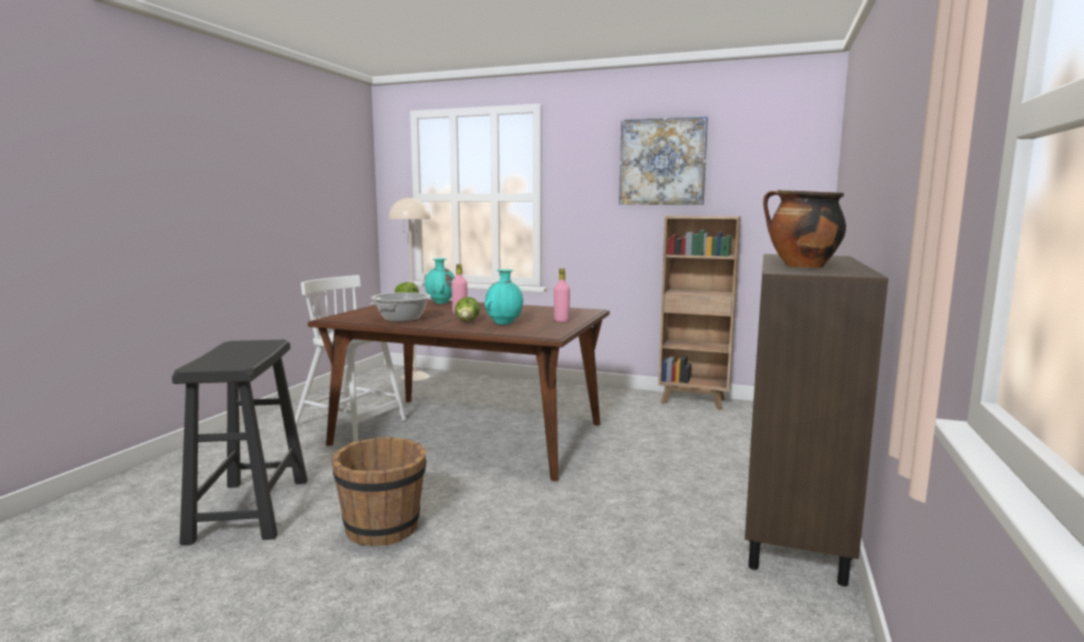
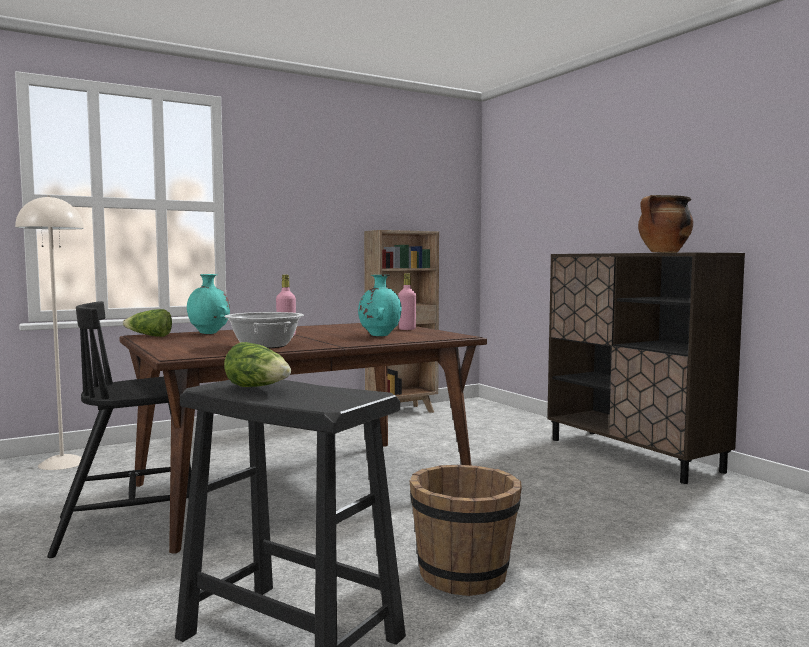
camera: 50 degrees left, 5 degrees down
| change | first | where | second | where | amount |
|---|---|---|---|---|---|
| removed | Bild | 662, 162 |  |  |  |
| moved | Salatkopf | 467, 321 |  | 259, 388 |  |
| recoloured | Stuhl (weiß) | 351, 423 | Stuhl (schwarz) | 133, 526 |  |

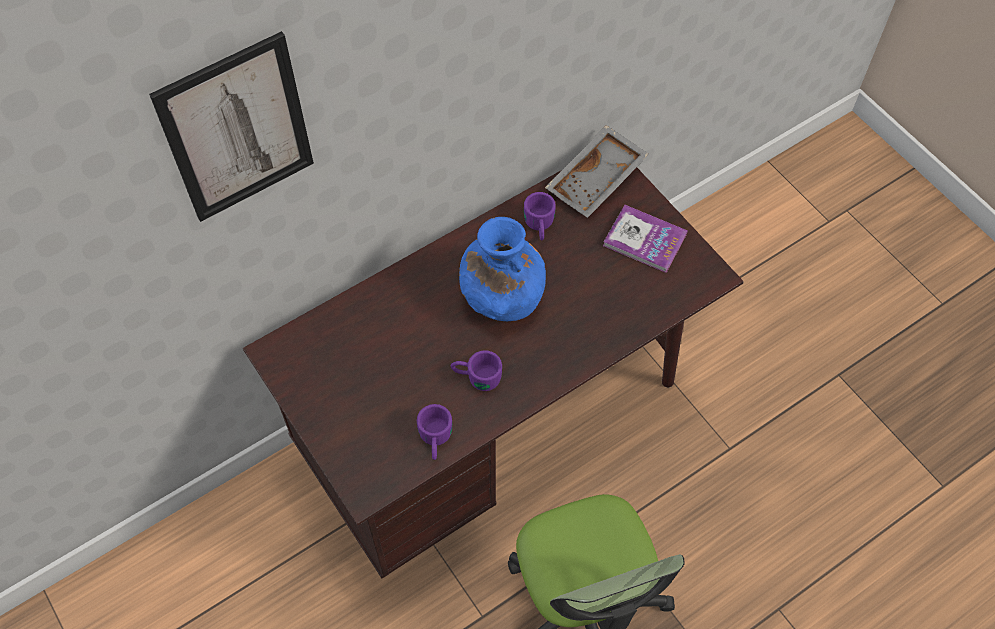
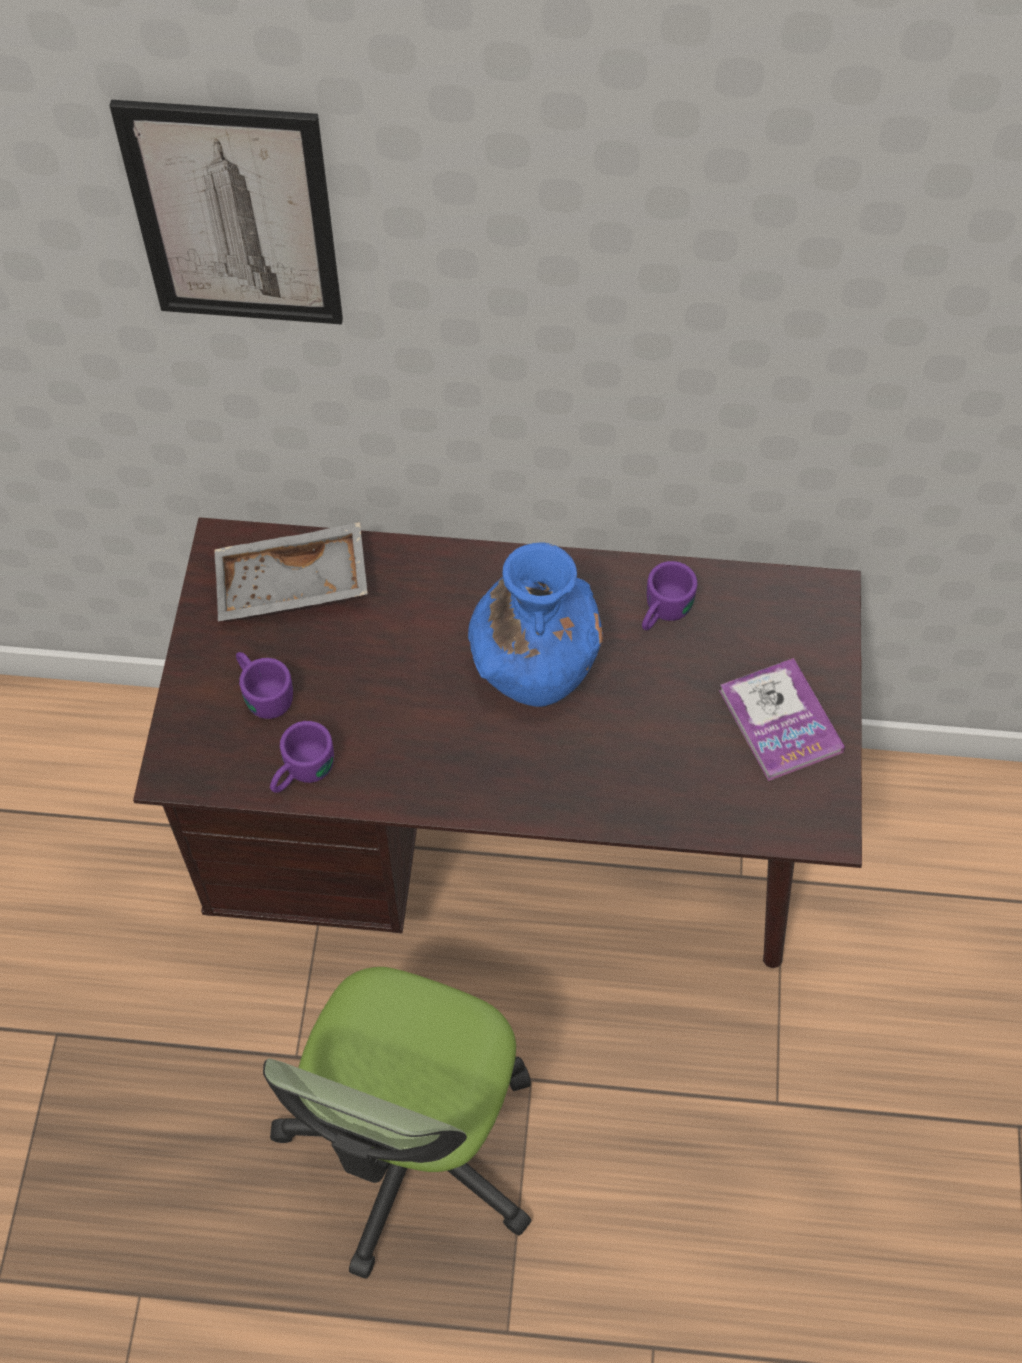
camera: 40 degrees right, 0 degrees up
| change | first | where | second | where | amount |
|---|---|---|---|---|---|
| moved | Henkelbecher (lila) | 476, 377 |  | 262, 692 |  |
| moved | Tablett (grau) | 597, 180 |  | 292, 587 |  |

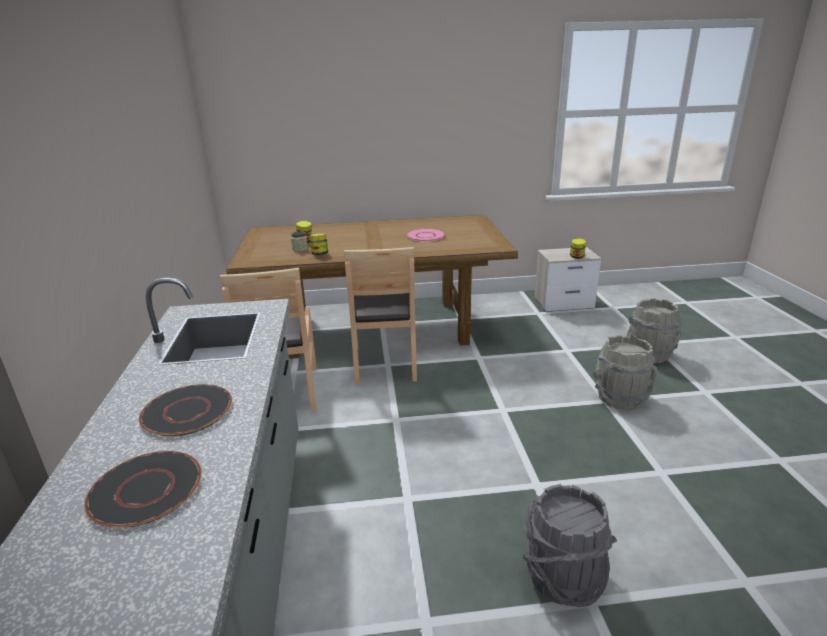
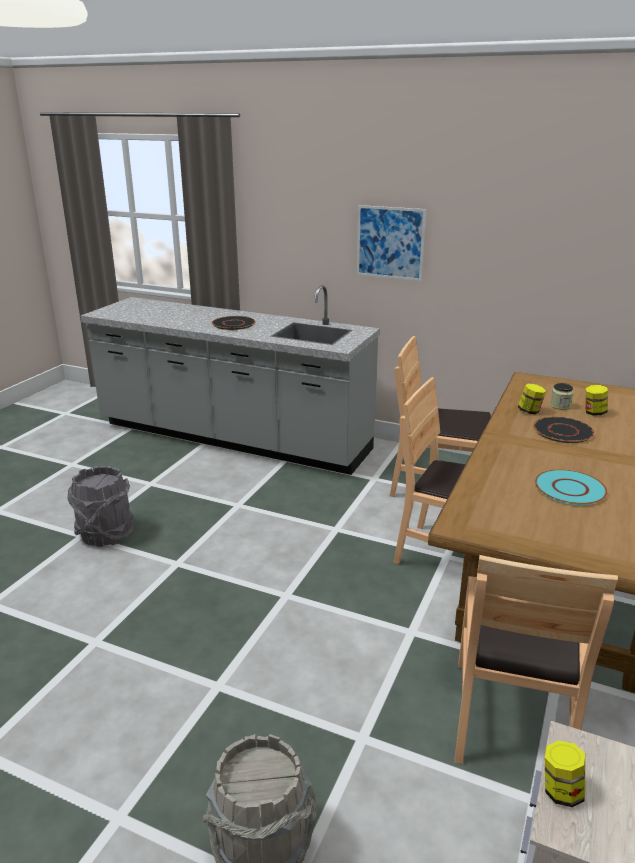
camera: 120 degrees right, 0 degrees up
| change | first | where | second | where | amount |
|---|---|---|---|---|---|
| removed | Eimer (grau) | 620, 398 |  |  |  |
| added |  |  | Bild | 390, 243 |  |
| added |  |  | Stuhl (braun) | 511, 718 |  |
| moved | Teller (schwarz) | 145, 489 |  | 563, 431 |  |
| recoloured | Teller (rosa) | 425, 236 | Teller (türkis) | 569, 488 |  |

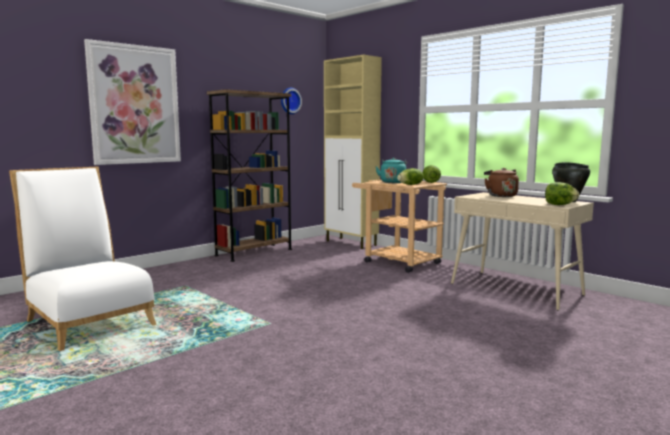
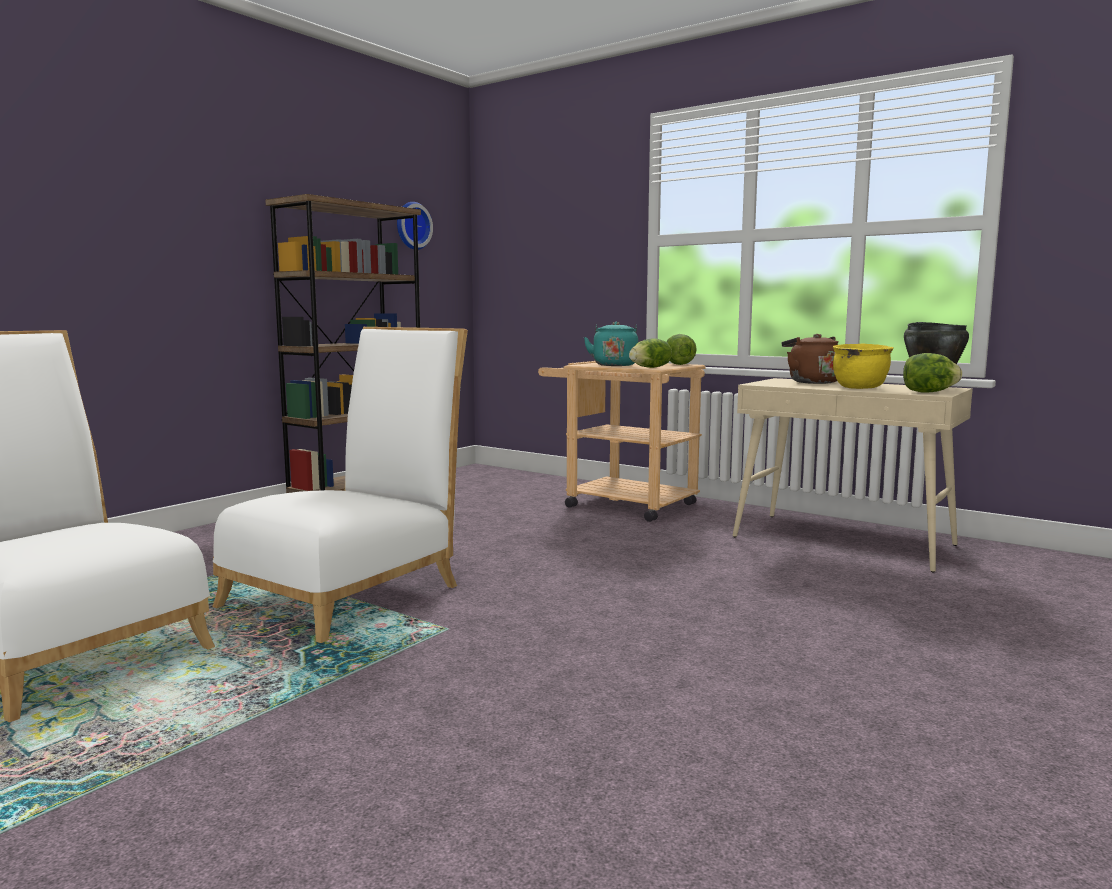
camera: 10 degrees left, 0 degrees up
| change | first | where | second | where | amount |
|---|---|---|---|---|---|
| removed | Bild | 135, 105 |  |  |  |
| removed | Schrank (beige) | 351, 243 |  |  |  |
| added |  |  | Stuhl (weiß) | 352, 592 |  |
| added |  |  | Kochtopf (gelb) | 860, 388 |  |

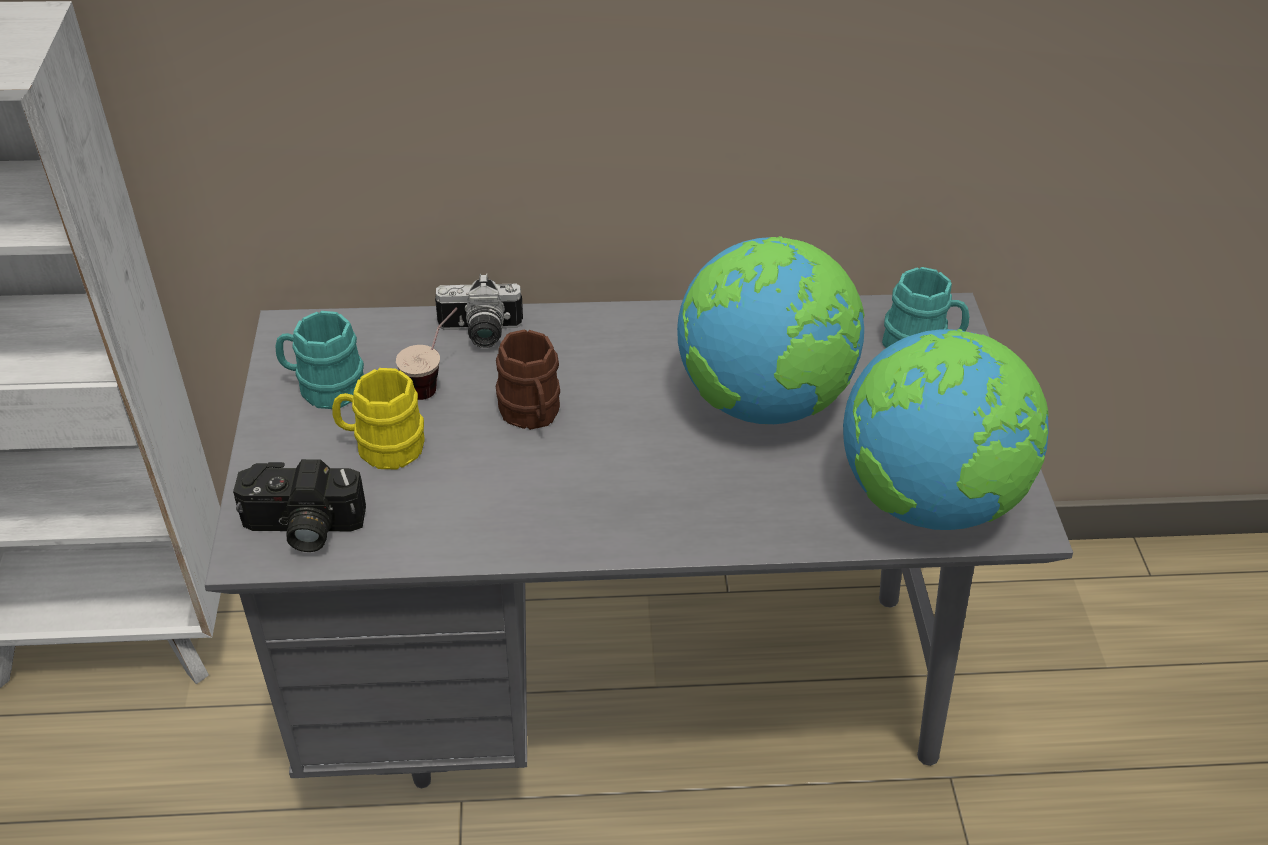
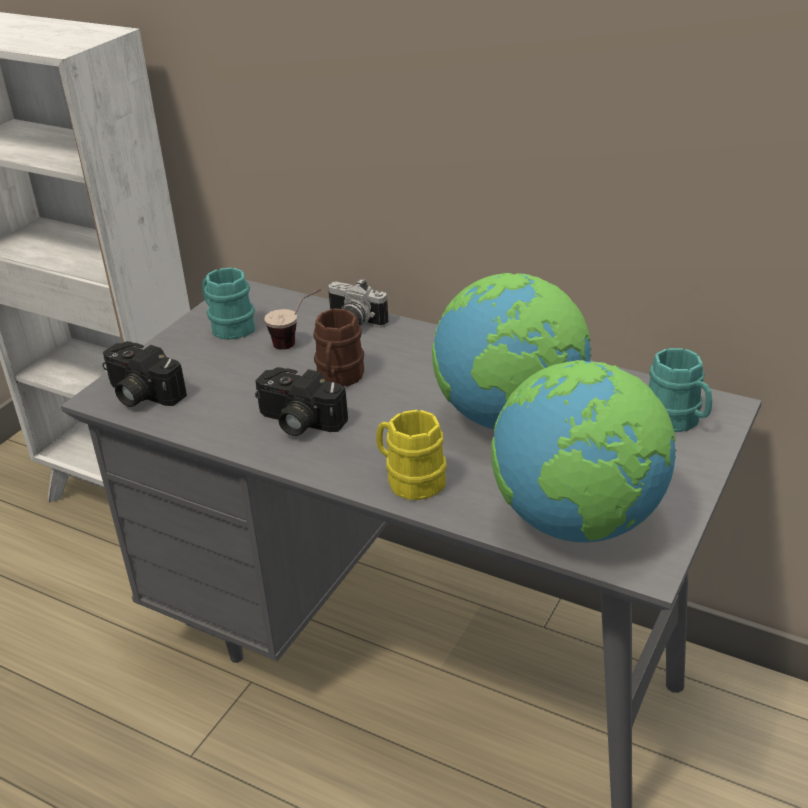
camera: 35 degrees right, 10 degrees down
| change | first | where | second | where | amount |
|---|---|---|---|---|---|
| added |  |  | Kamera | 298, 422 |  |
| moved | Henkelbecher (gelb) | 382, 447 |  | 409, 480 |  |

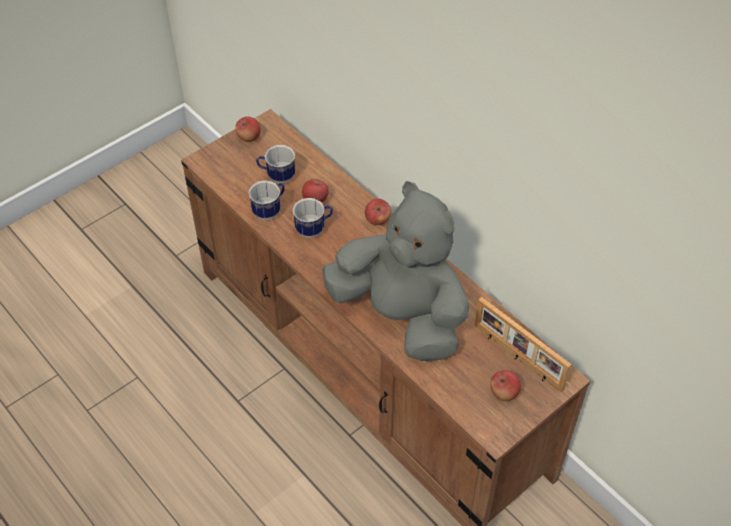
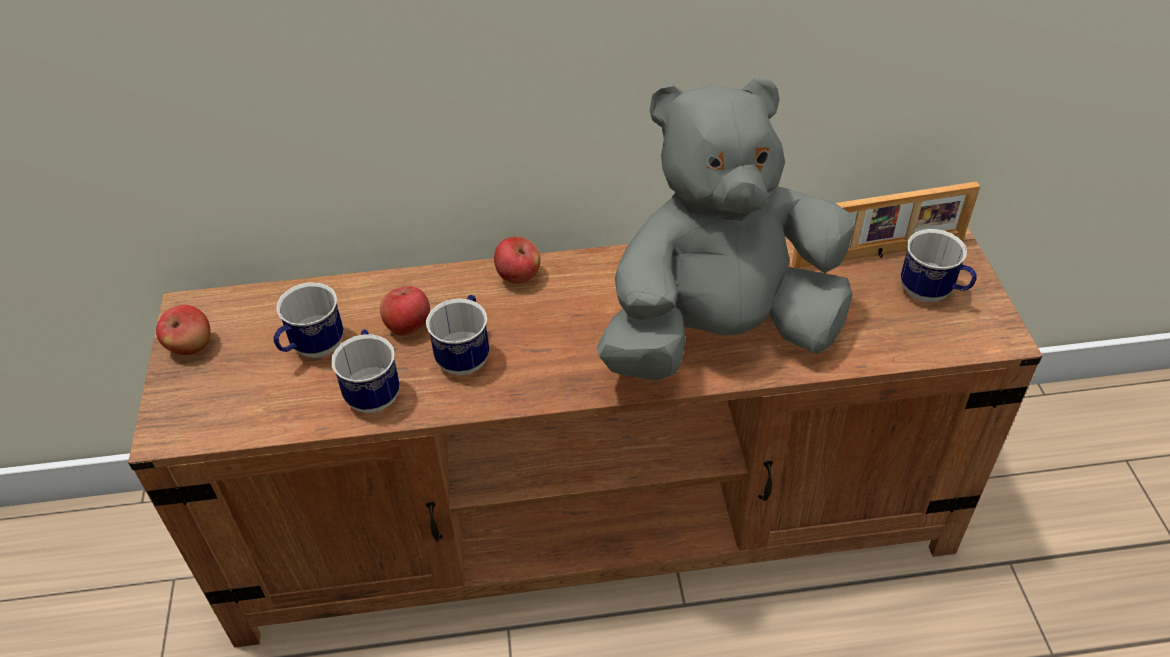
camera: 55 degrees left, 5 degrees down
| change | first | where | second | where | amount |
|---|---|---|---|---|---|
| replaced | Apfel | 504, 393 | Henkelbecher | 932, 294 |  |

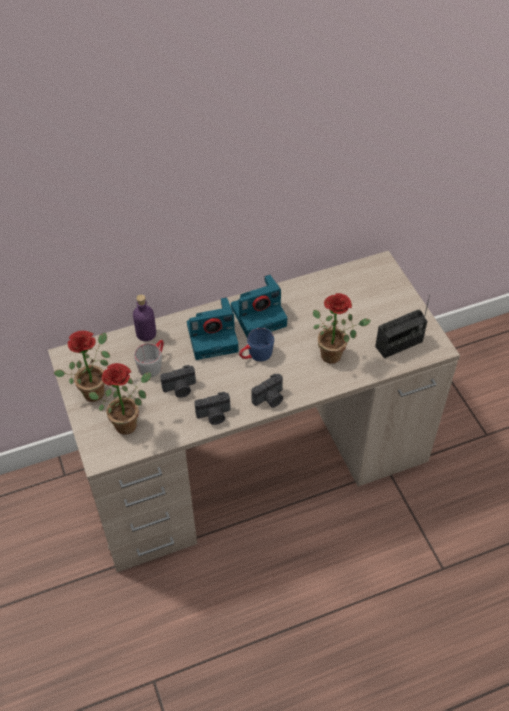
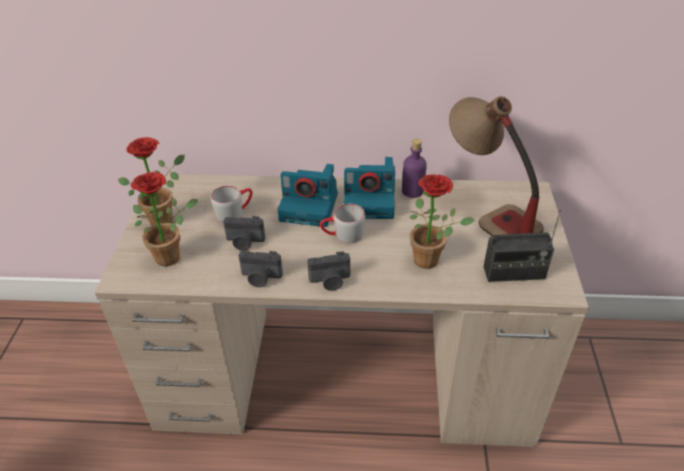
camera: 25 degrees right, 10 degrees down
| change | first | where | second | where | amount |
|---|---|---|---|---|---|
| added |  |  | Tischlampe | 487, 212 |  |
| moved | Flasche (lila) | 146, 333 |  | 412, 191 |  |
| recoloured | Henkelbecher (blau) | 255, 355 | Henkelbecher (grau) | 342, 235 |  |

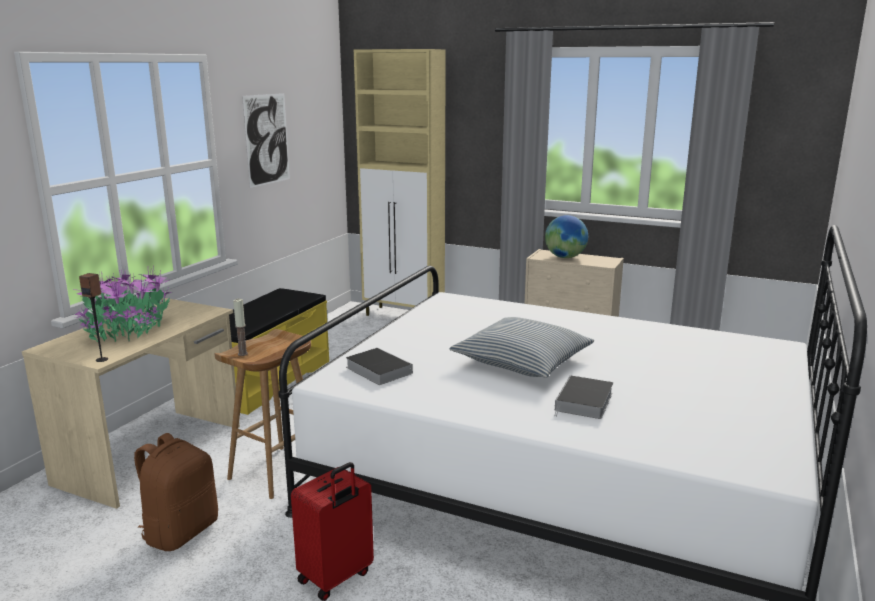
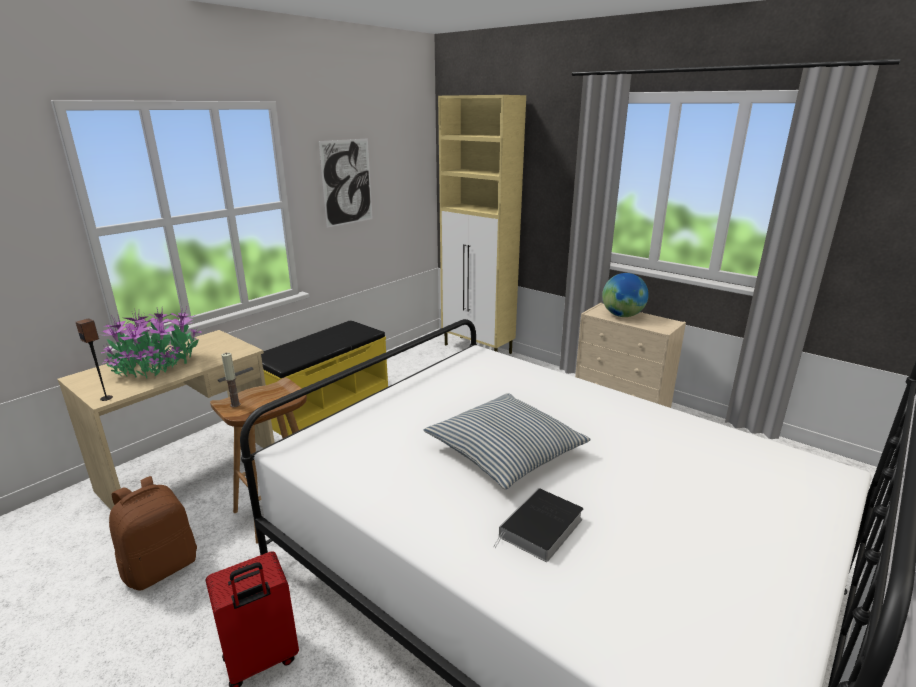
camera: 15 degrees right, 5 degrees up
| change | first | where | second | where | amount |
|---|---|---|---|---|---|
| removed | Buch | 377, 370 |  |  |  |

